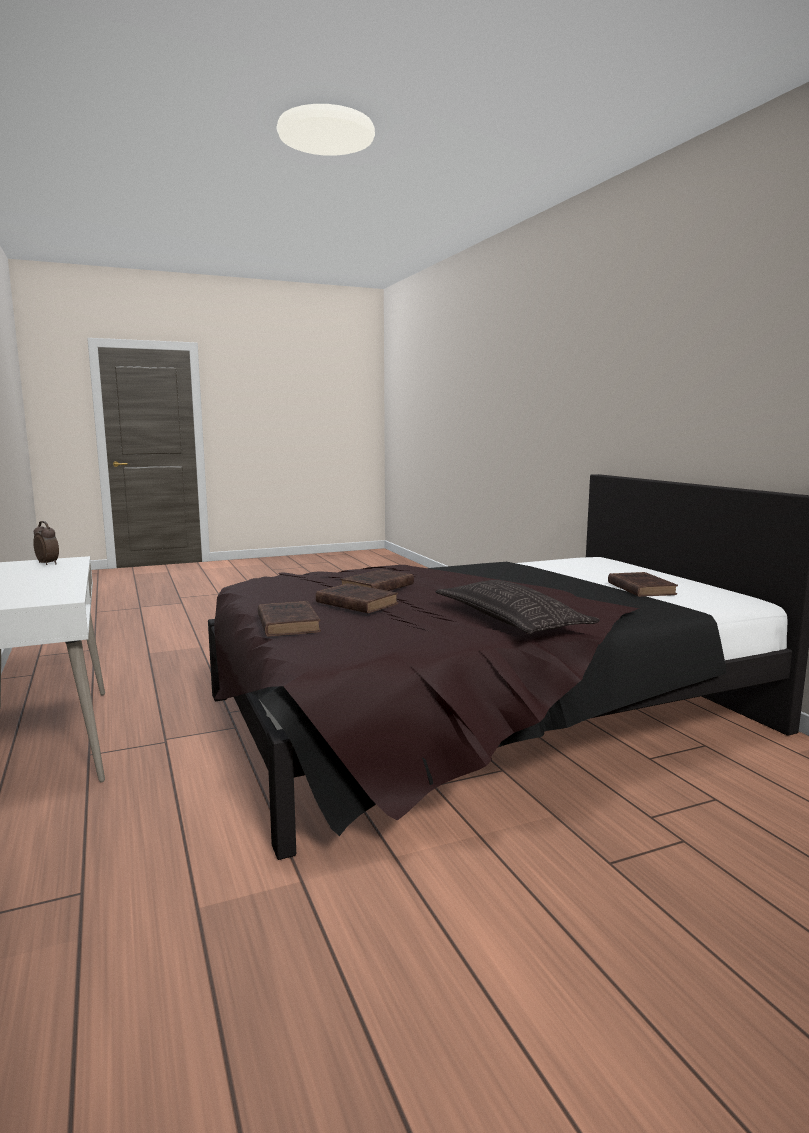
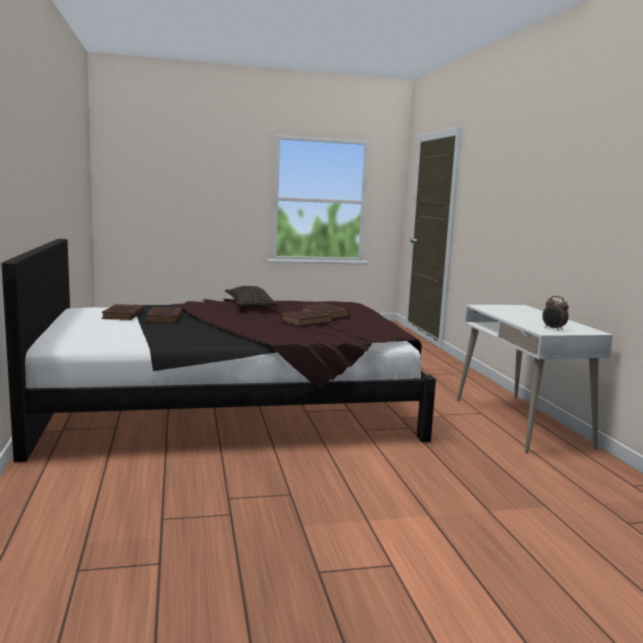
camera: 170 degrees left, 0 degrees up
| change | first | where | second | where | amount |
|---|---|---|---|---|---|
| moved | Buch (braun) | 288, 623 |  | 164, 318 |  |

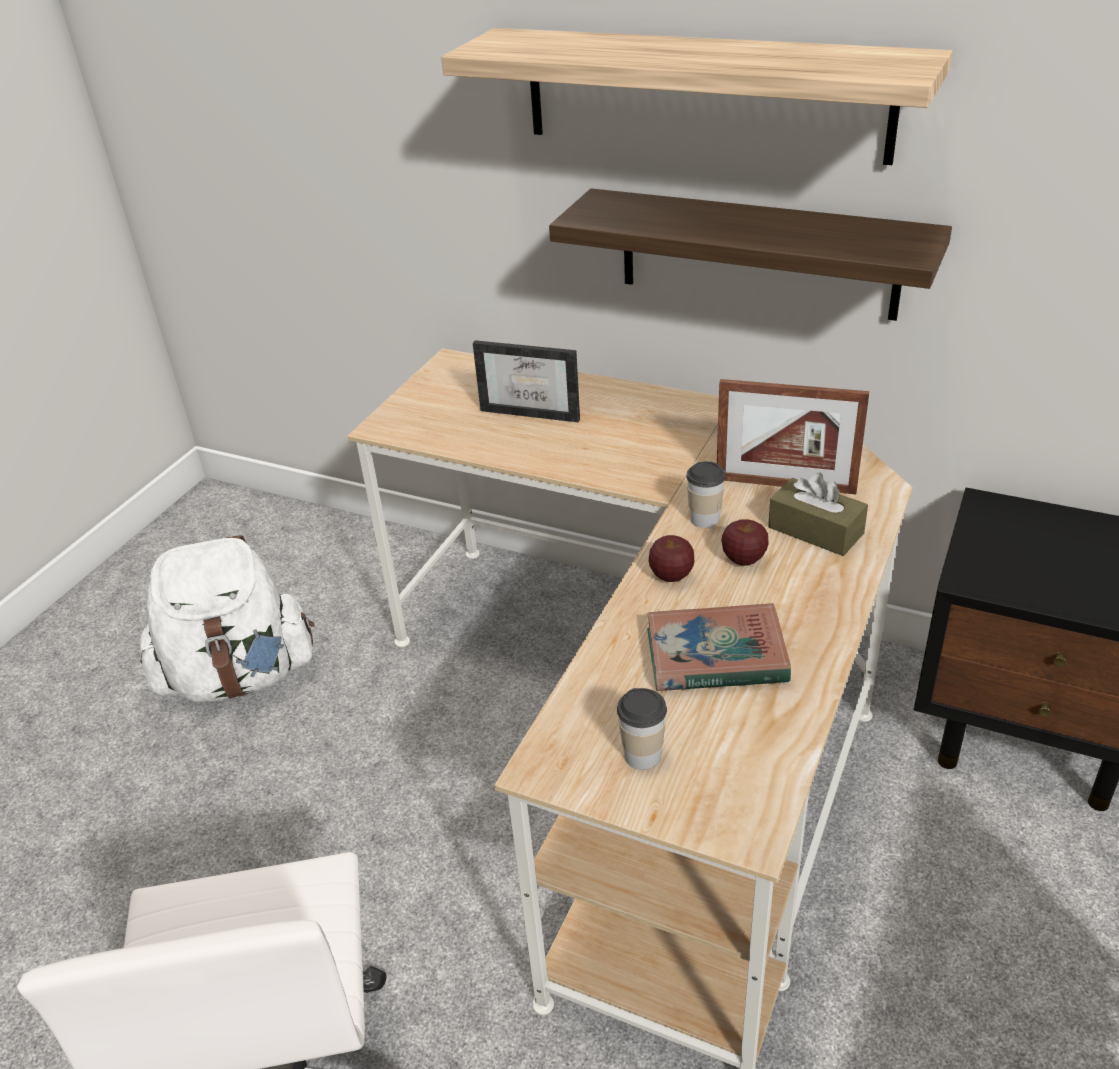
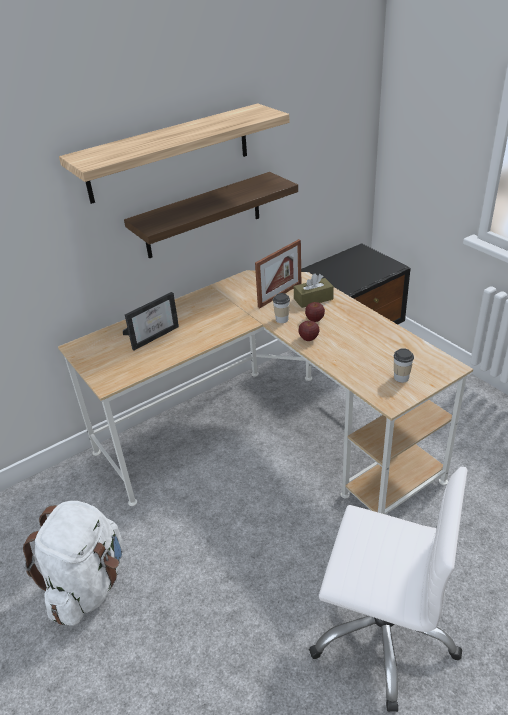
camera: 60 degrees left, 0 degrees up
| change | first | where | second | where | amount |
|---|---|---|---|---|---|
| removed | Buch | 716, 656 |  |  |  |

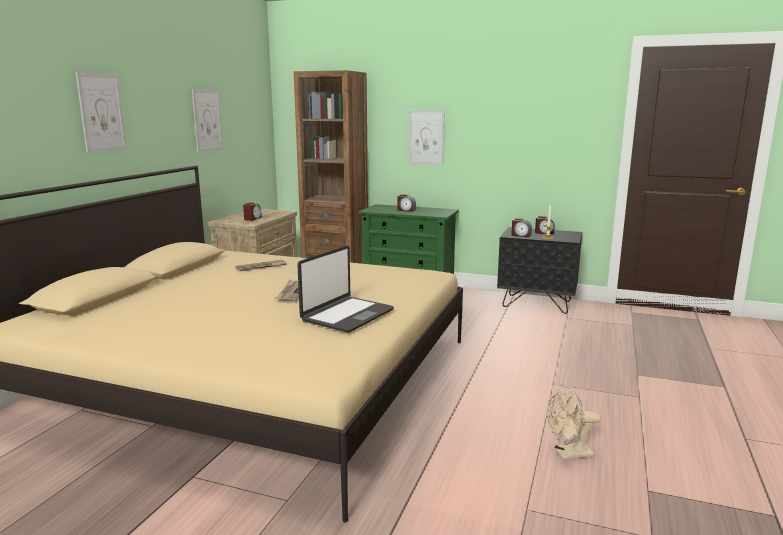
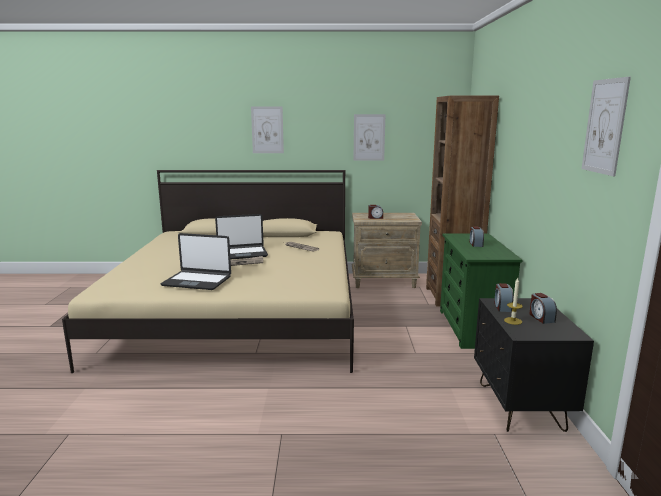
camera: 70 degrees right, 0 degrees up
| change | first | where | second | where | amount |
|---|---|---|---|---|---|
| removed | Ventilator (beige) | 568, 454 |  |  |  |
| added |  |  | Laptop | 242, 253 |  |
| moved | Bild | 426, 137 |  | 605, 126 |  |

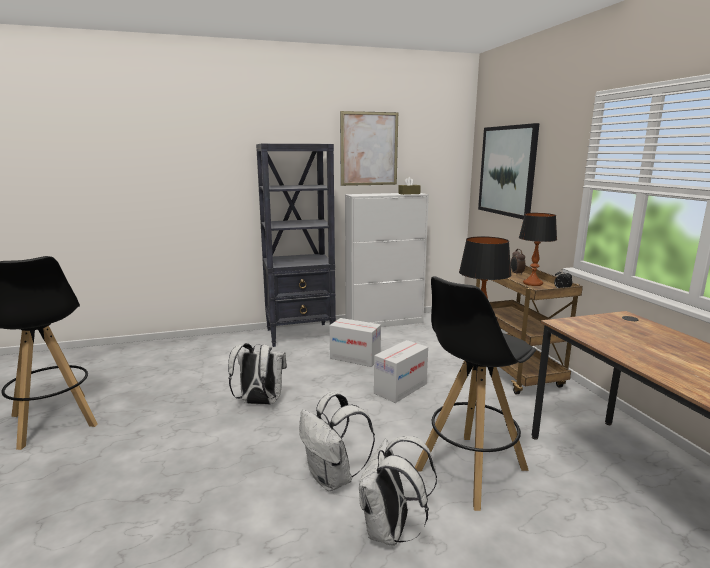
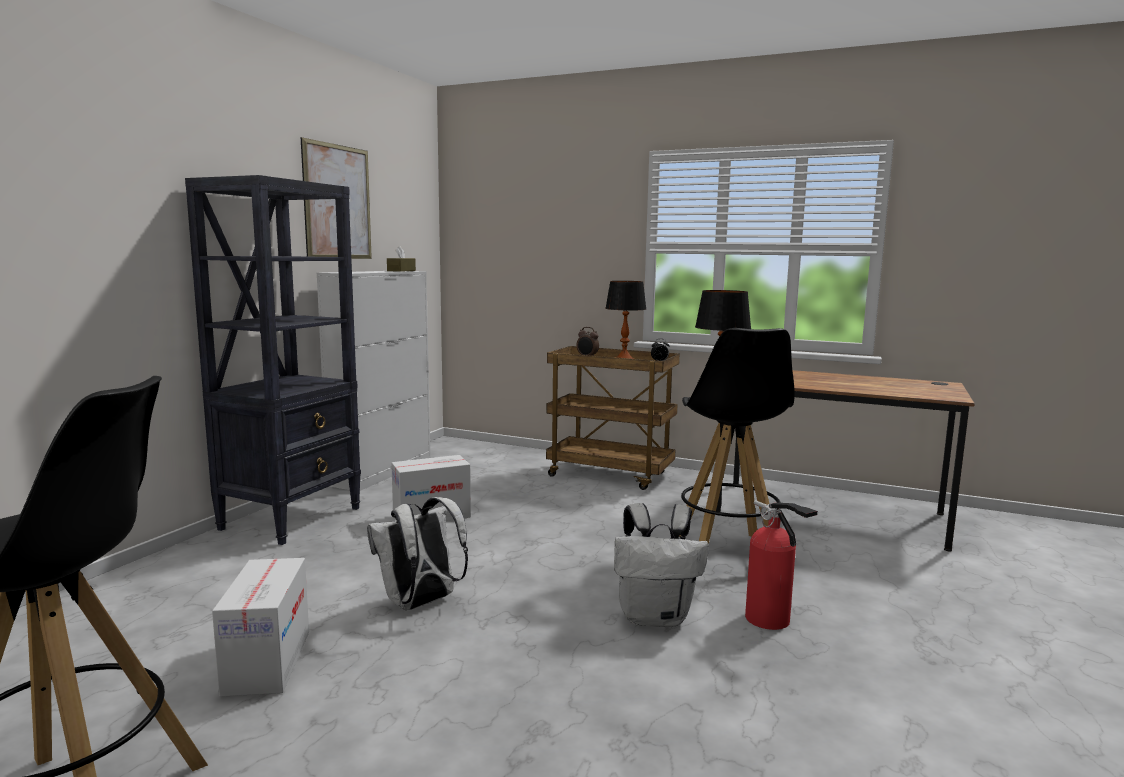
camera: 50 degrees left, 5 degrees down
| change | first | where | second | where | amount |
|---|---|---|---|---|---|
| removed | Bild | 507, 171 |  |  |  |
| moved | Karton | 400, 389 |  | 268, 662 |  |
| replaced | Rucksack (weiß) | 390, 531 | Feuerlöscher | 771, 621 |  |

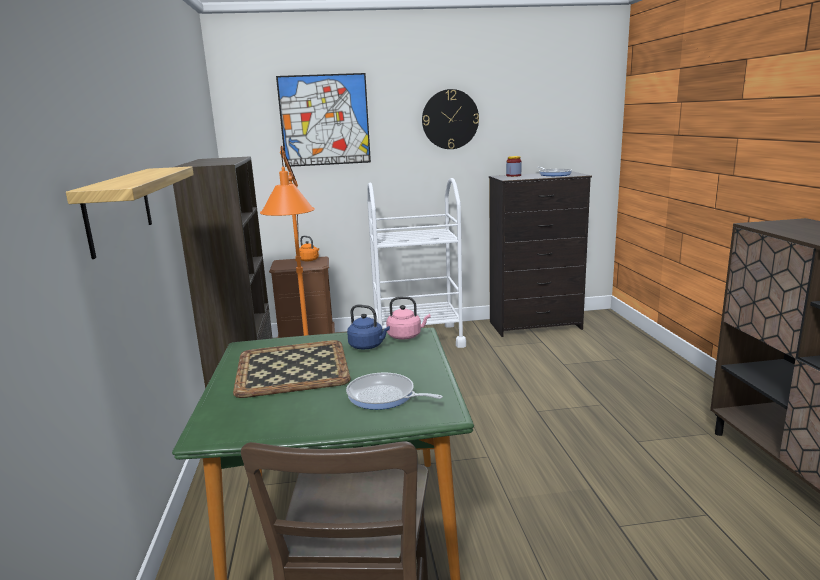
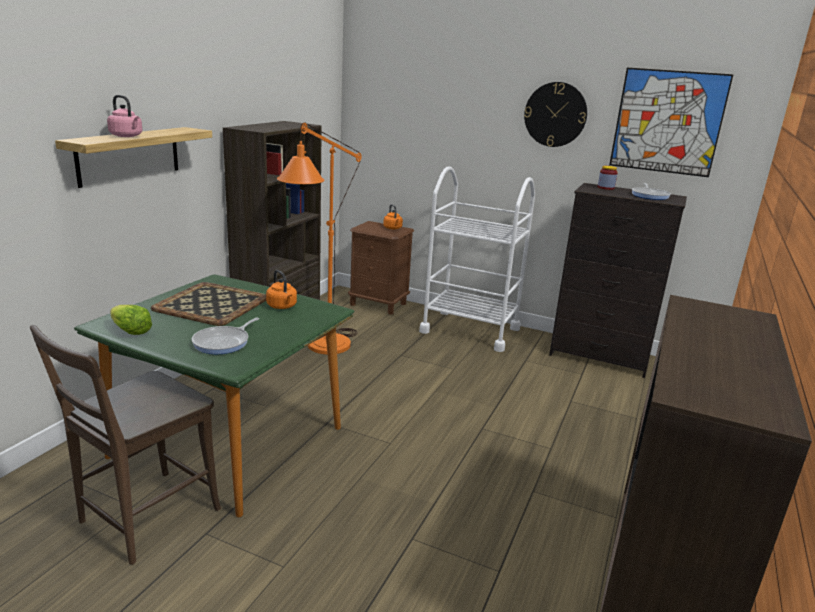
camera: 30 degrees right, 5 degrees up
| change | first | where | second | where | amount |
|---|---|---|---|---|---|
| added |  |  | Salatkopf | 130, 331 |  |
| moved | Bild | 324, 120 |  | 667, 122 |  |
| moved | Wasserkessel (rosa) | 406, 336 |  | 127, 136 |  |
| recoloured | Wasserkessel (blau) | 368, 346 | Wasserkessel (orange) | 282, 306 |  |
| turned | Pfanne | 384, 396 |  | 224, 342 | 120 degrees counterclockwise |

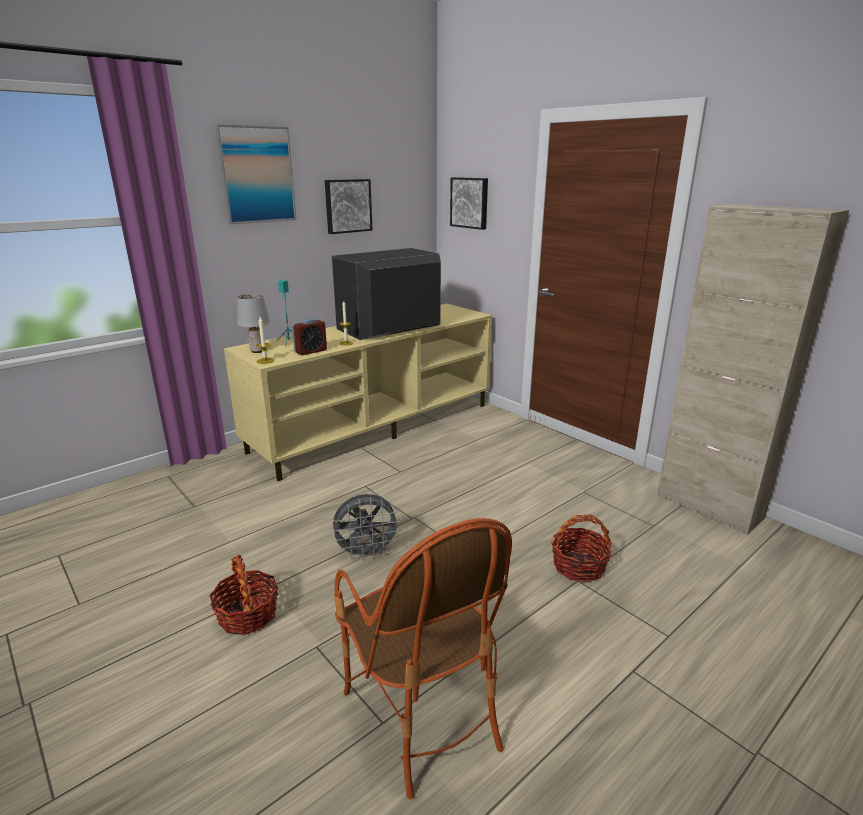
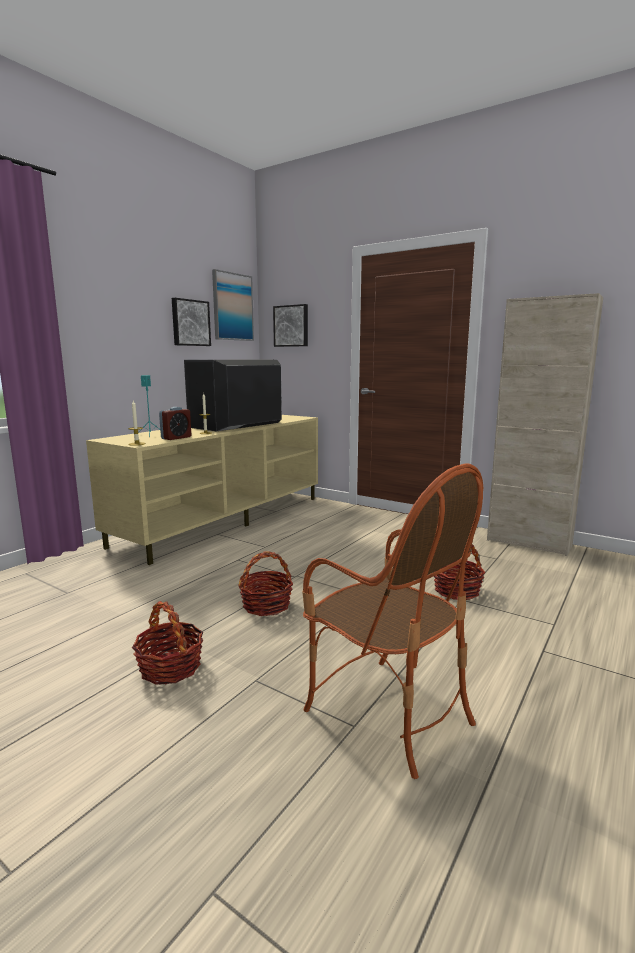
camera: 15 degrees left, 10 degrees down
| change | first | where | second | where | amount |
|---|---|---|---|---|---|
| removed | Tischlampe (grau) | 257, 351 |  |  |  |
| moved | Bild | 257, 175 |  | 232, 307 |  |
| replaced | Ventilator (grau) | 366, 553 | Korb | 266, 605 |  |

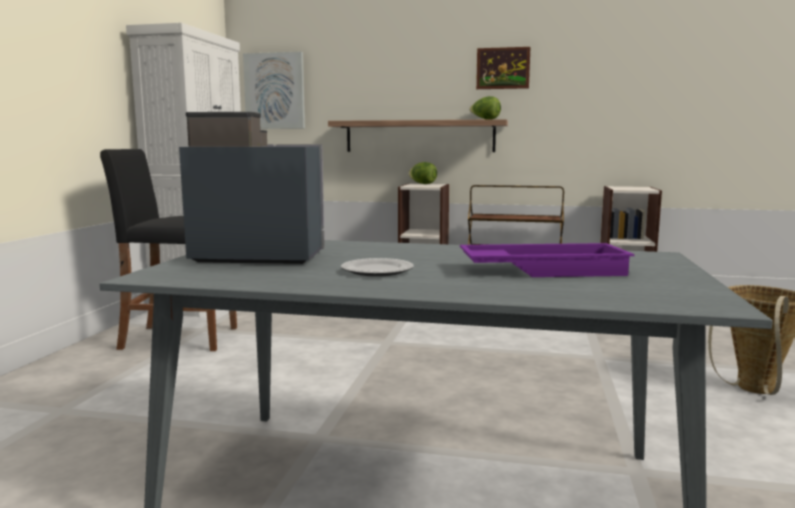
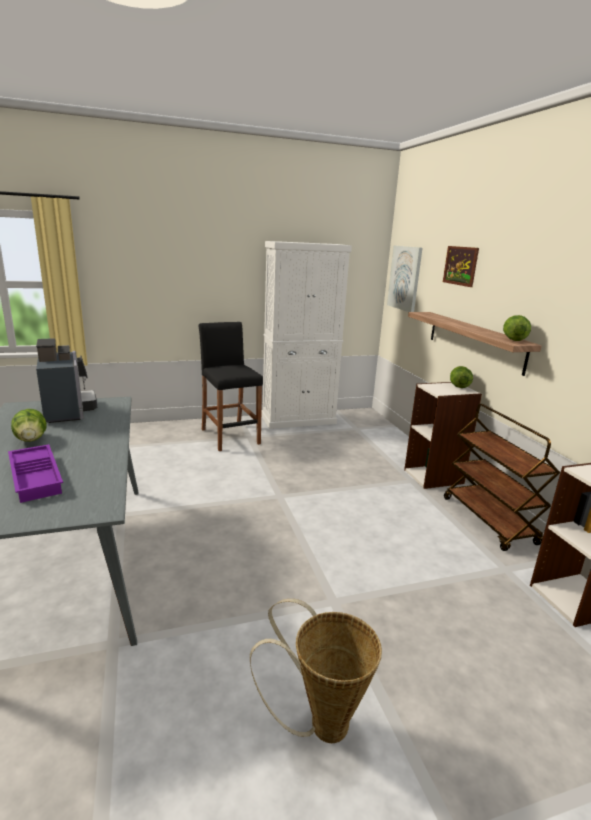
camera: 60 degrees right, 10 degrees up
| change | first | where | second | where | amount |
|---|---|---|---|---|---|
| moved | Bild | 503, 68 |  | 460, 266 |  |
| replaced | Teller | 376, 271 | Salatkopf | 31, 439 |  |

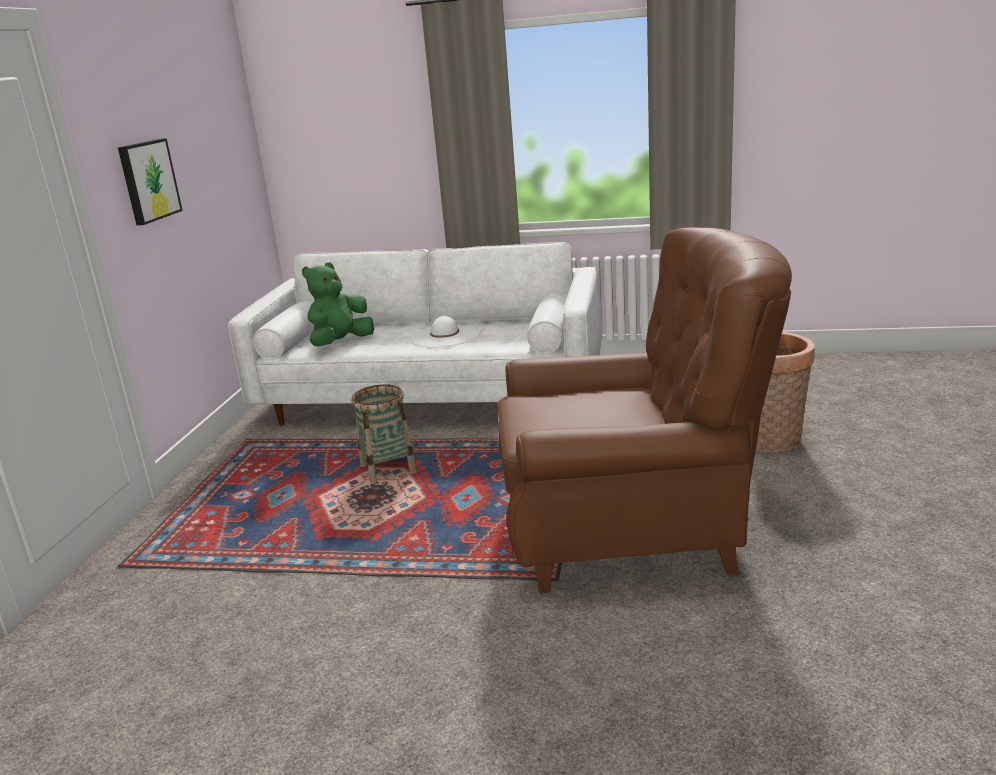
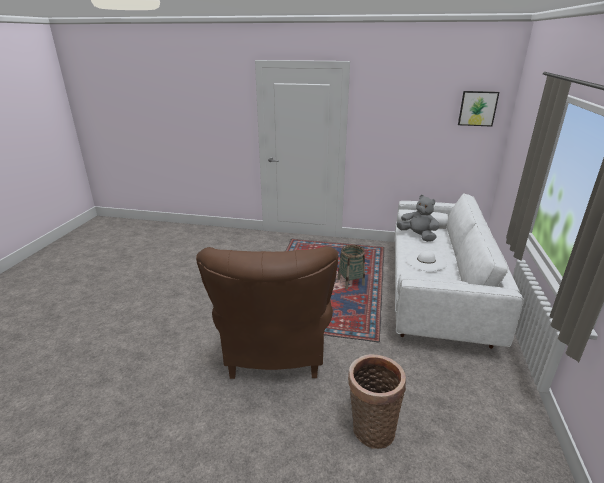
camera: 90 degrees right, 5 degrees up
| change | first | where | second | where | amount |
|---|---|---|---|---|---|
| moved | Bild | 148, 181 |  | 477, 108 |  |
| recoloured | Plüschtier (grün) | 340, 343 | Plüschtier (grau) | 417, 236 |  |

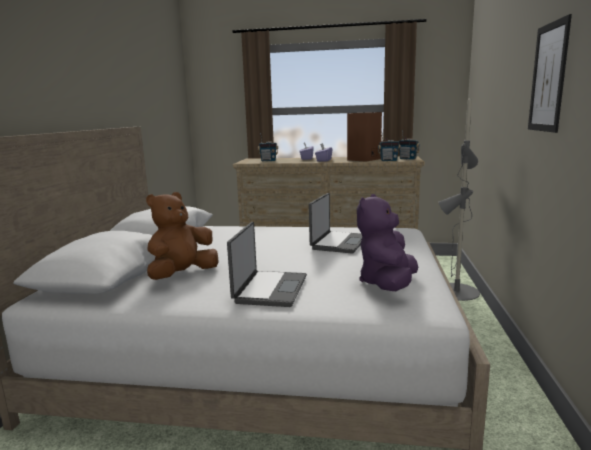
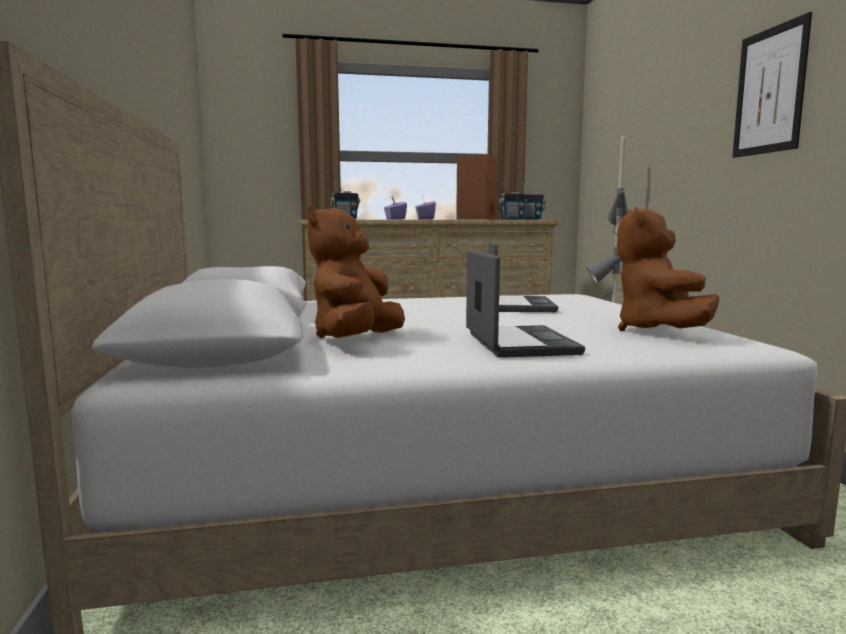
camera: 20 degrees left, 5 degrees down
| change | first | where | second | where | amount |
|---|---|---|---|---|---|
| recoloured | Plüschtier (lila) | 387, 284 | Plüschtier (braun) | 656, 331 |  |

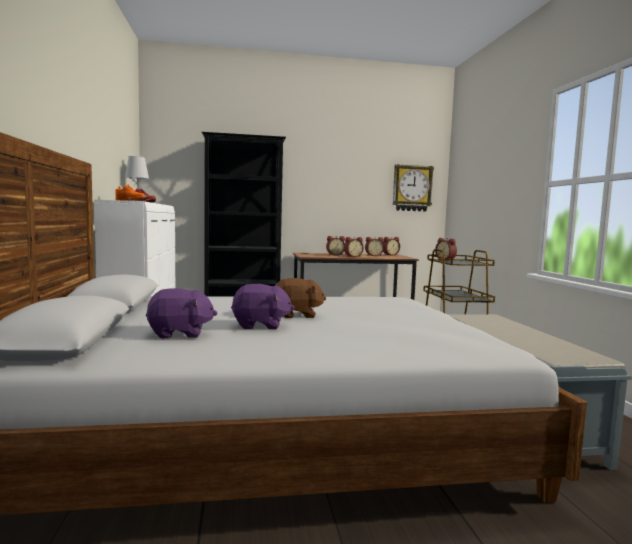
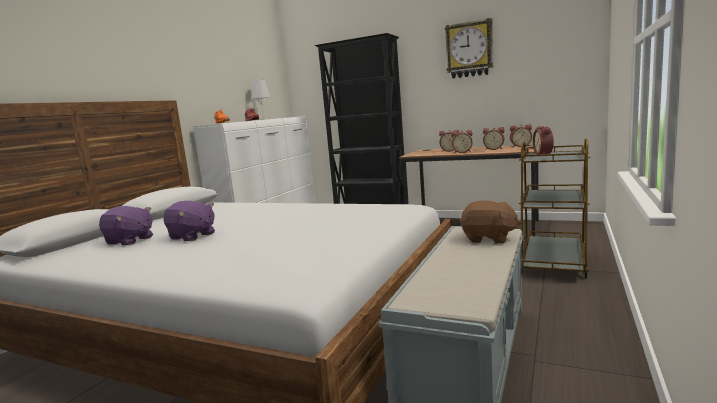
camera: 35 degrees right, 5 degrees up
| change | first | where | second | where | amount |
|---|---|---|---|---|---|
| moved | Plüschtier (braun) | 296, 315 |  | 488, 239 |  |
| moved | Wanduhr | 412, 188 |  | 469, 49 |  |

